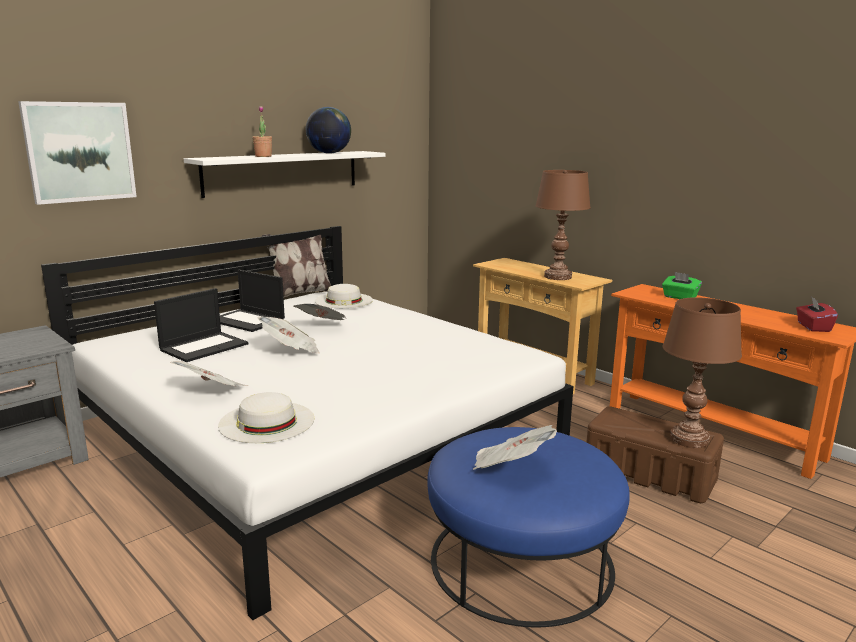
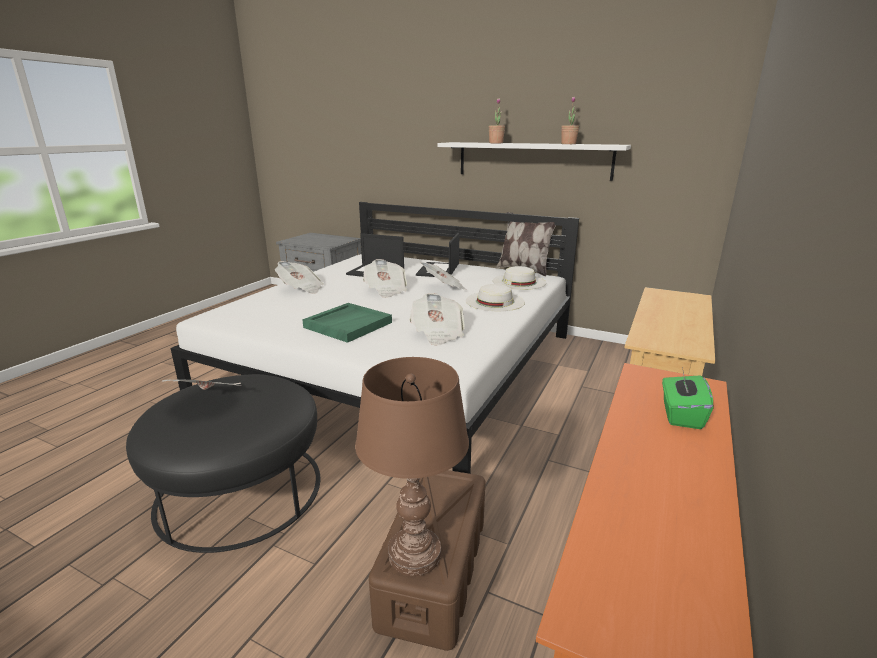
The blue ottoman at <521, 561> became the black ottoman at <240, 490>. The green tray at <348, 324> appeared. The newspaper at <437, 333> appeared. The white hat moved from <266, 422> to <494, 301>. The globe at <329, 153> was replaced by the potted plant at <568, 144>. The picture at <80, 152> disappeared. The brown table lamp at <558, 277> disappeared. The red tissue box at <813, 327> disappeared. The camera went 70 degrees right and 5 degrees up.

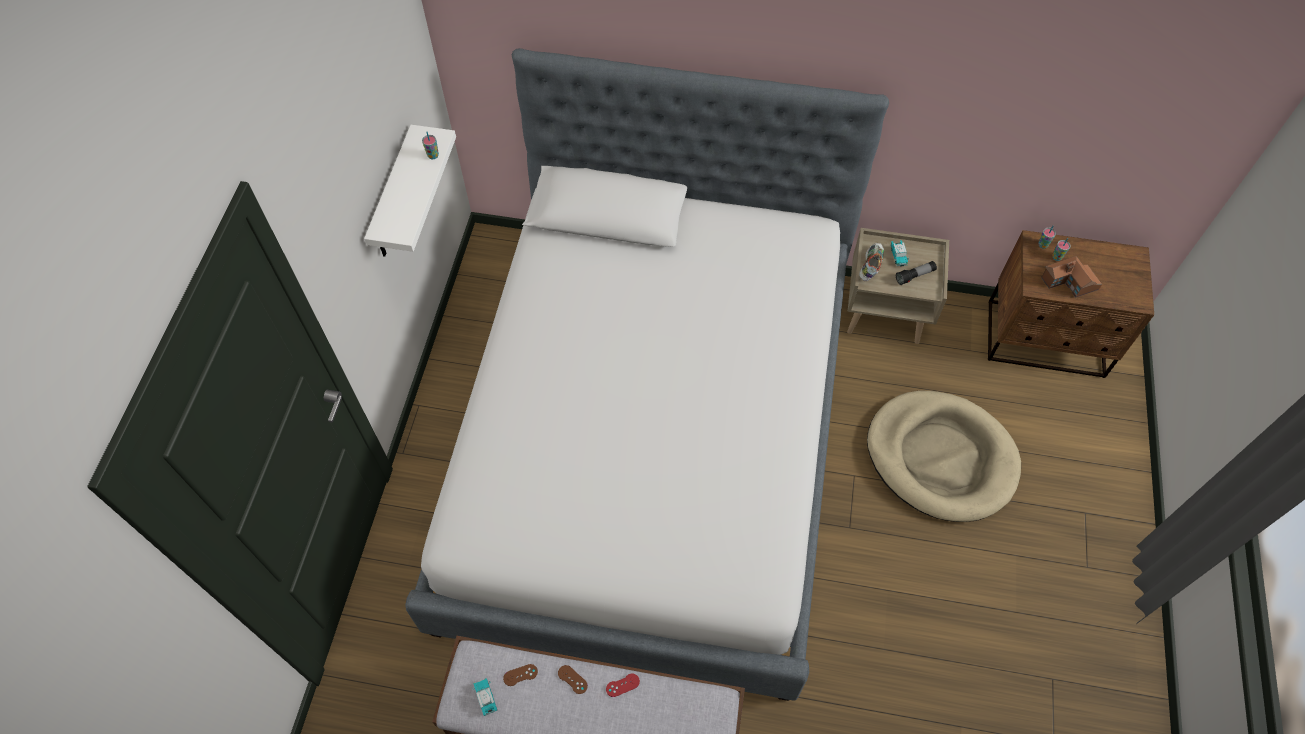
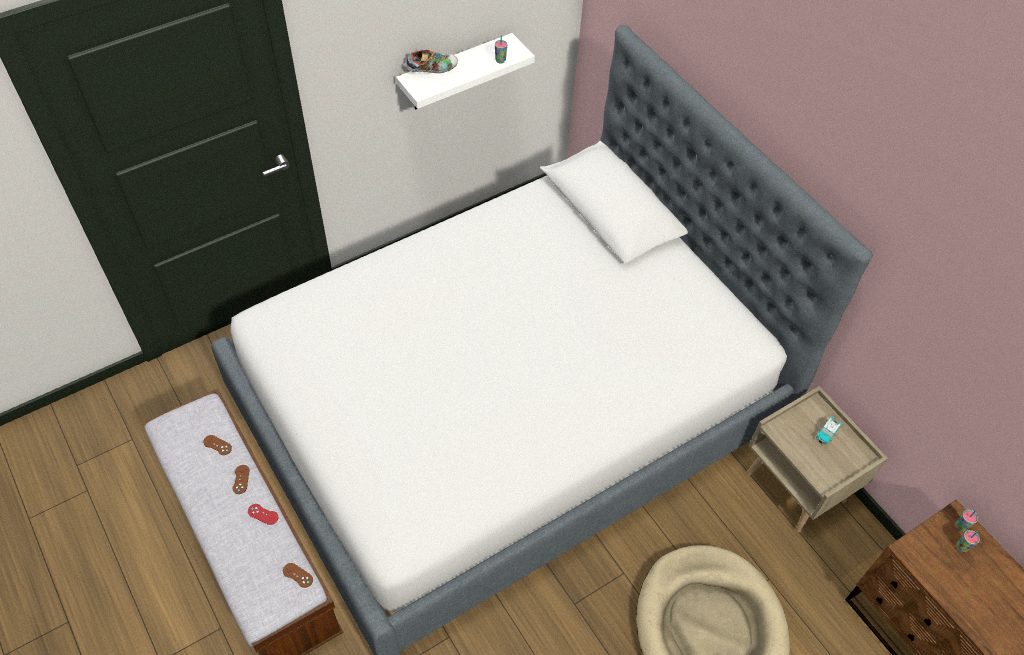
The brown game controller at <298, 575> appeared. The shoe moved from <870, 266> to <432, 70>. The toy car at <486, 698> disappeared. The flashlight at <915, 276> disappeared. The toy house at <1069, 283> disappeared. The camera went 45 degrees right and 5 degrees down.

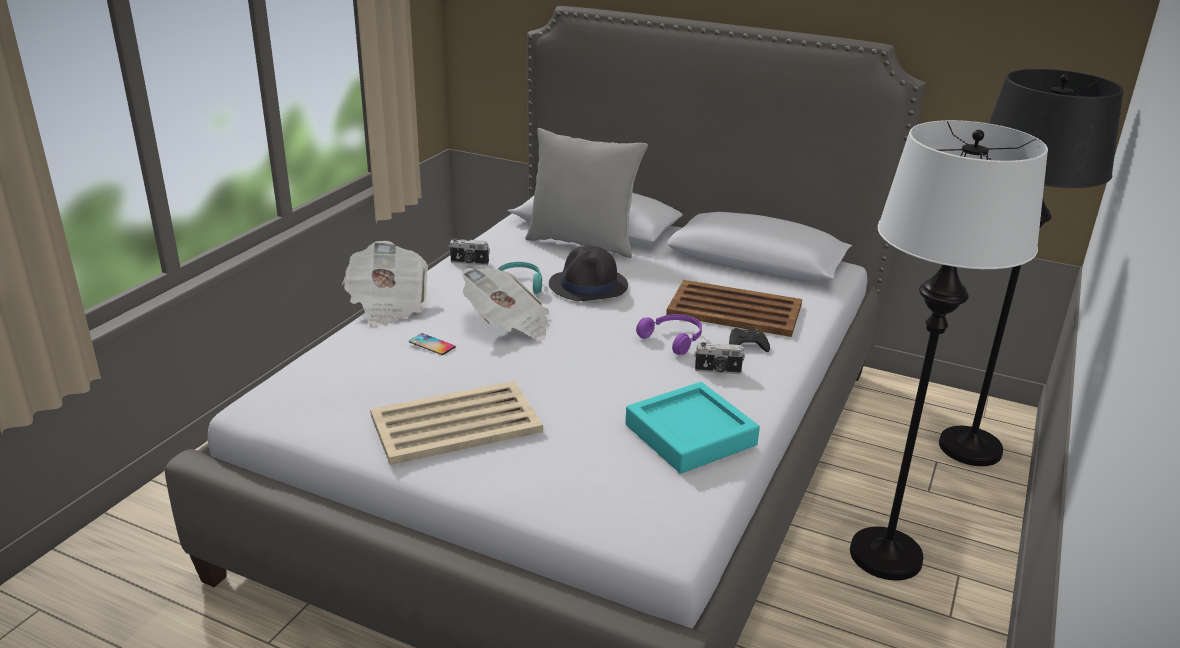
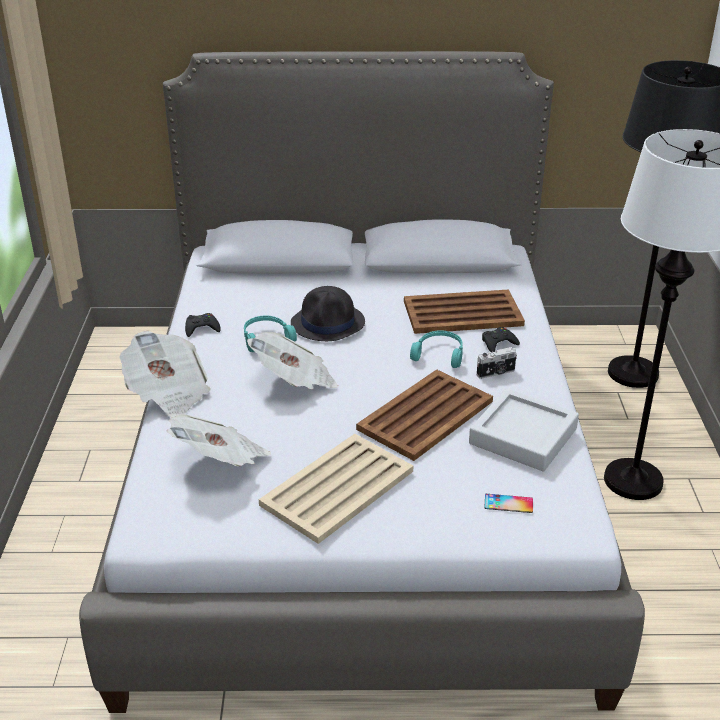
The newspaper at <221, 461> appeared. The photo camera at <469, 263> was replaced by the black game controller at <201, 328>. The brown tray at <427, 415> appeared. The purple headphones at <674, 339> became the turquoise headphones at <439, 354>. The turquoise tray at <690, 435> became the grey tray at <523, 436>. The phone moved from <432, 344> to <508, 503>. The grey pillow at <583, 243> disappeared. The camera went 25 degrees left and 5 degrees up.

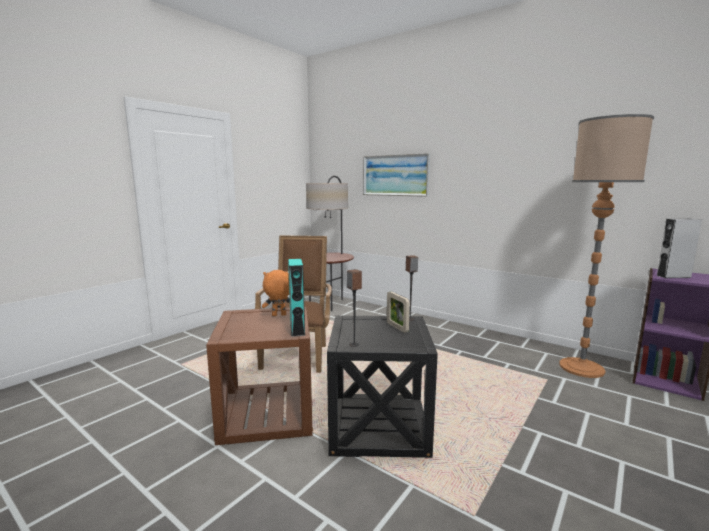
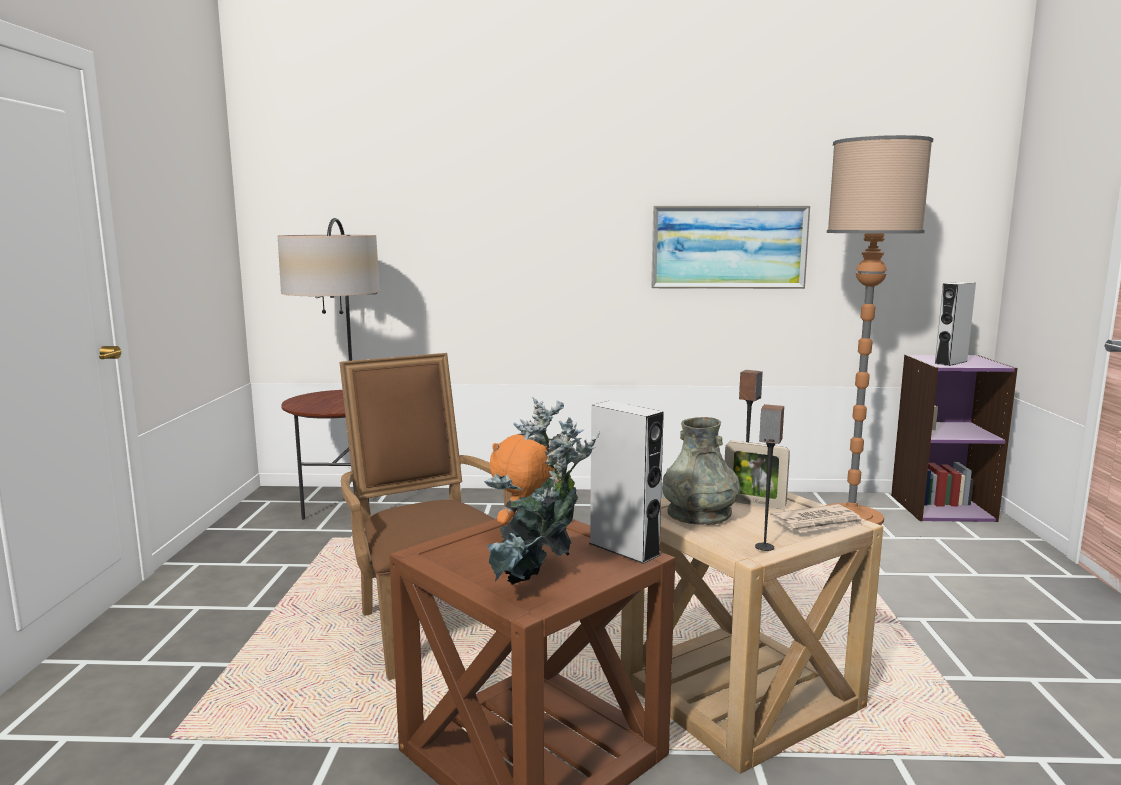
The potted plant at <538, 584> appeared. The turquoise speaker at <297, 329> became the grey speaker at <624, 549>. The black side table at <378, 426> became the beige side table at <740, 694>. The picture moved from <395, 175> to <728, 247>. The grey vase at <699, 513> appeared. The newspaper at <818, 523> appeared. The camera went 35 degrees left and 0 degrees up.

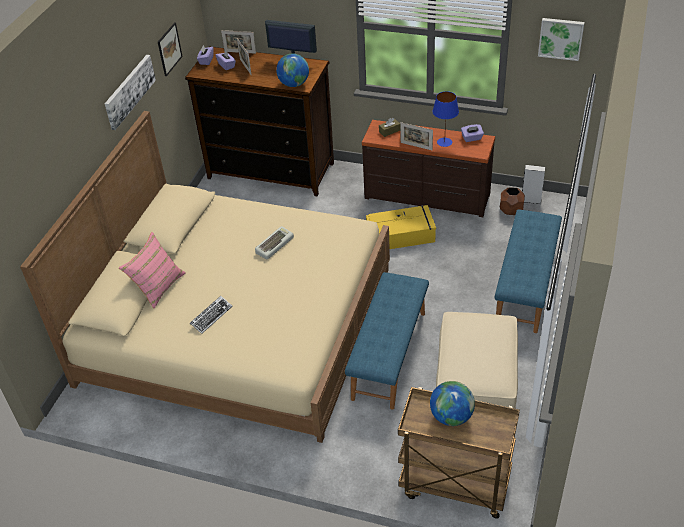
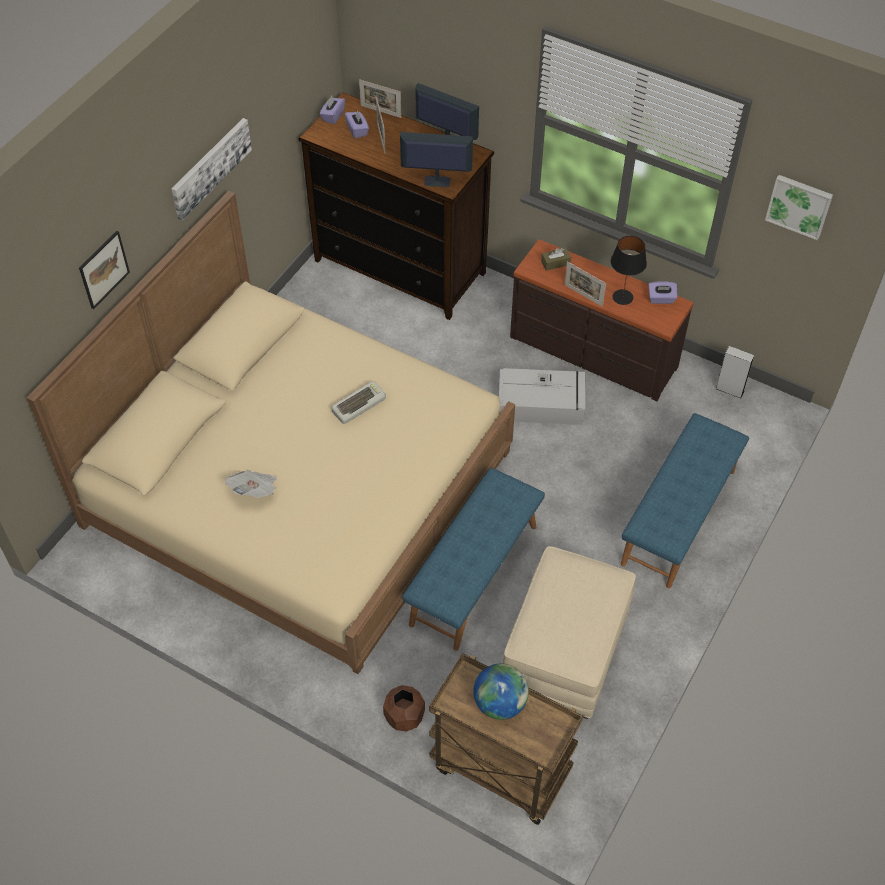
The picture moved from <169, 49> to <103, 269>. The keyboard at <211, 316> was replaced by the newspaper at <254, 491>. The brown planter moved from <510, 211> to <404, 716>. The globe at <294, 84> was replaced by the monitor at <436, 181>. The yellow storage box at <401, 235> became the grey storage box at <541, 404>. The blue table lamp at <444, 142> became the black table lamp at <622, 297>. The pink pillow at <158, 286> disappeared. The camera went 10 degrees right and 10 degrees up.

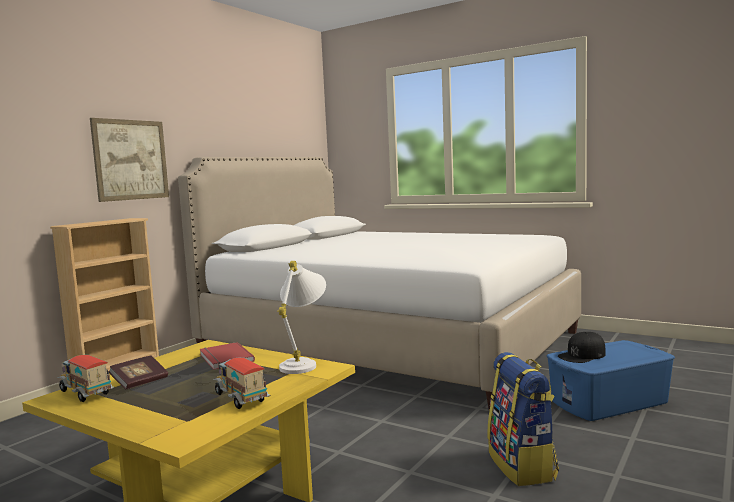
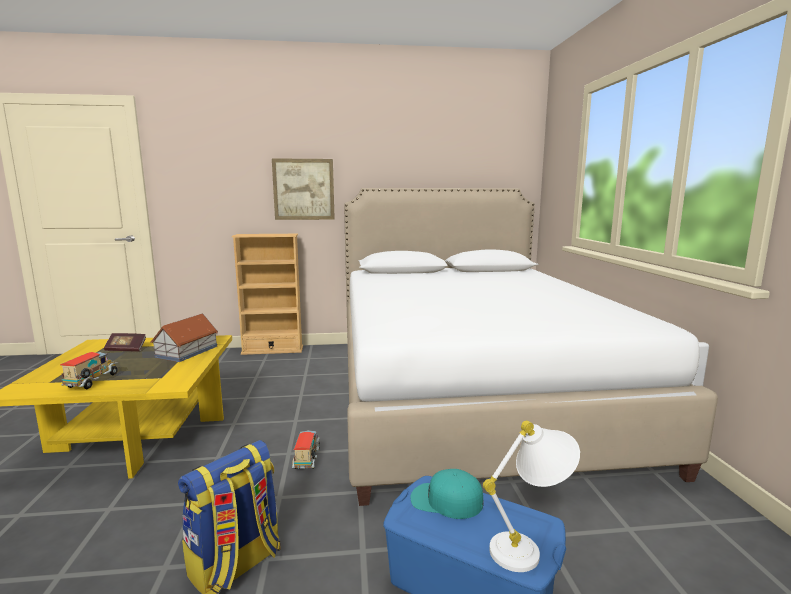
The red book at <224, 358> was replaced by the toy house at <186, 352>. The toy truck moved from <86, 394> to <307, 460>. The black cap at <582, 355> became the turquoise cap at <446, 500>. The white table lamp moved from <304, 363> to <529, 548>. The camera went 50 degrees right and 5 degrees up.

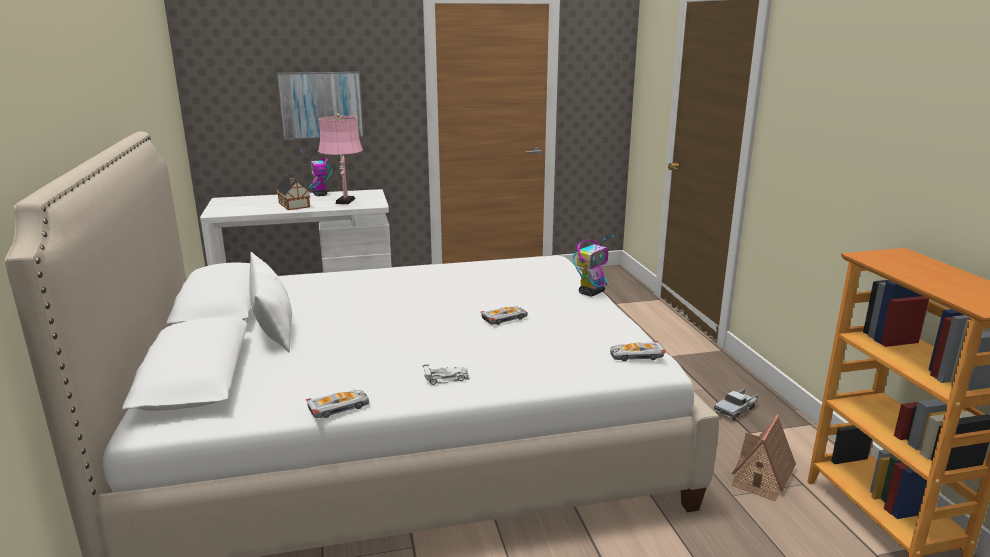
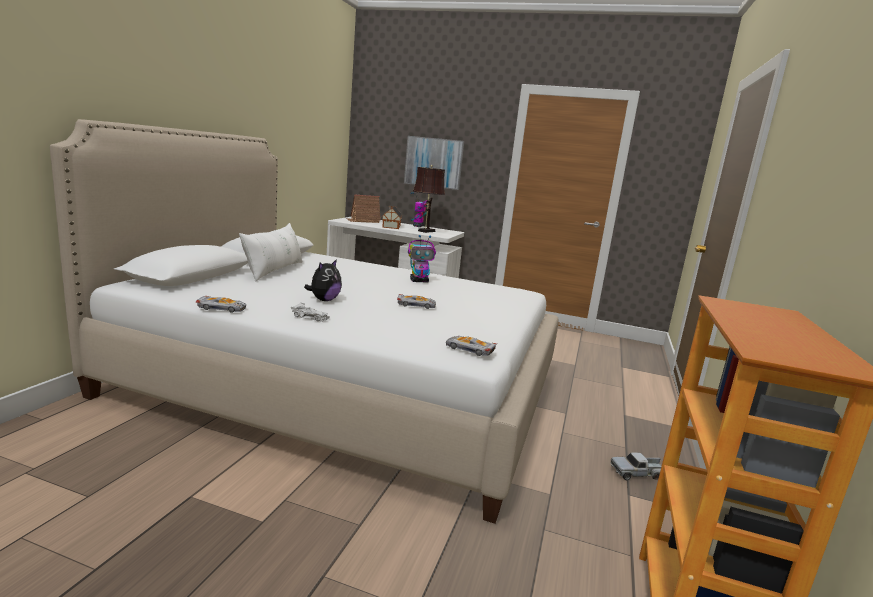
The plush toy at <324, 300> appeared. The toy house moved from <762, 476> to <363, 221>. The toy robot moved from <591, 292> to <419, 281>. The pink table lamp at <344, 202> became the brown table lamp at <425, 231>. The camera went 30 degrees right and 5 degrees down.

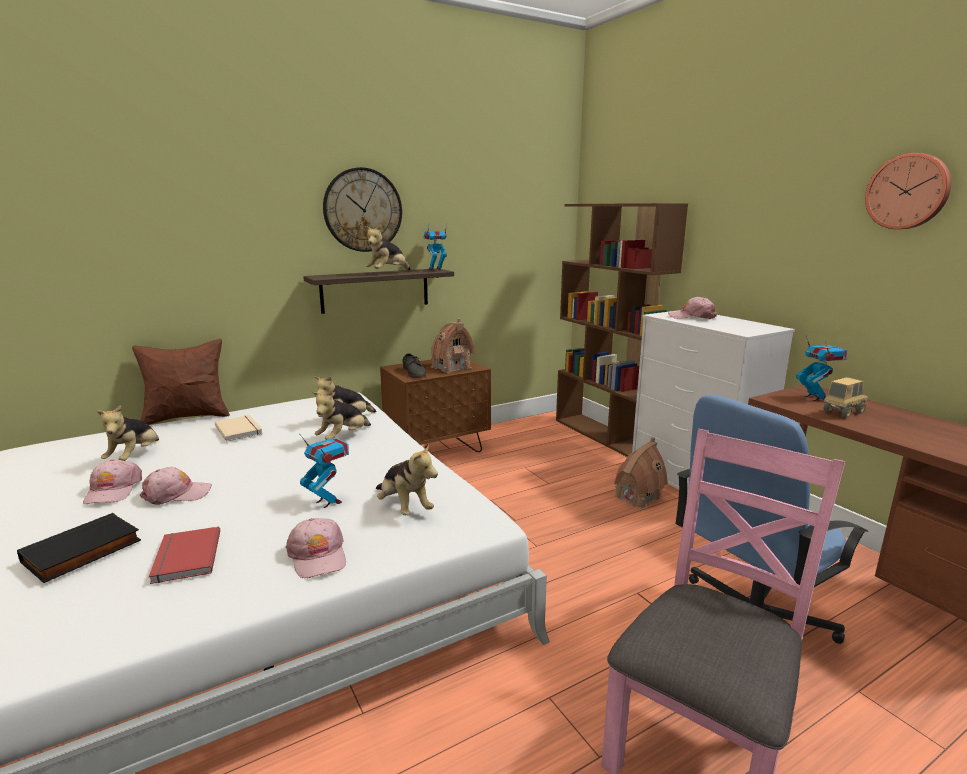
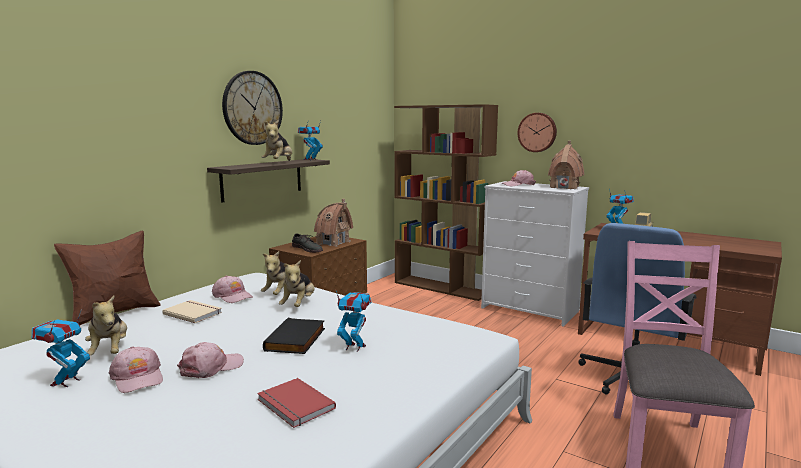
The toy robot at <66, 382> appeared. The pink cap moved from <318, 556> to <232, 296>. The black book moved from <82, 552> to <297, 340>. The wall clock moved from <908, 191> to <537, 132>. The toy house moved from <637, 497> to <564, 187>. The plush toy at <404, 507> disappeared. The camera went 25 degrees left and 5 degrees down.

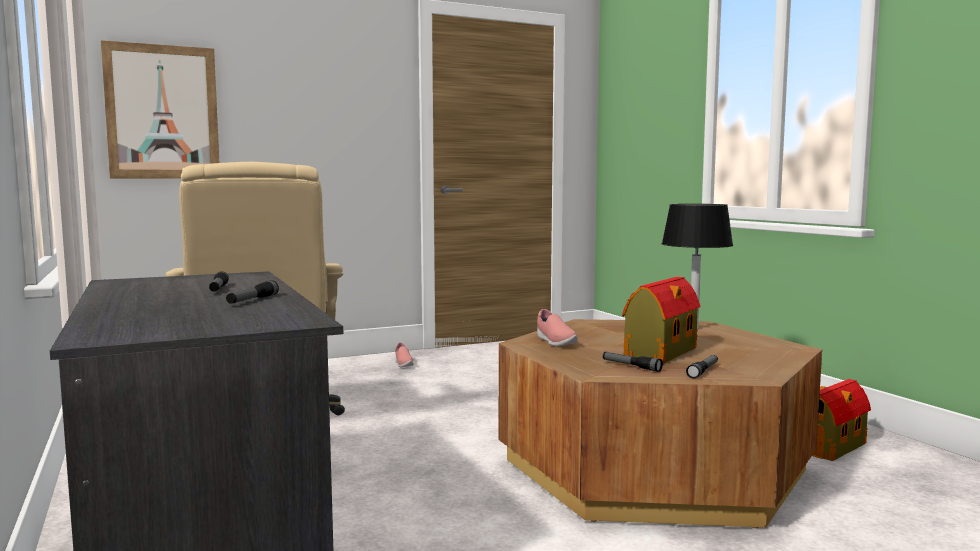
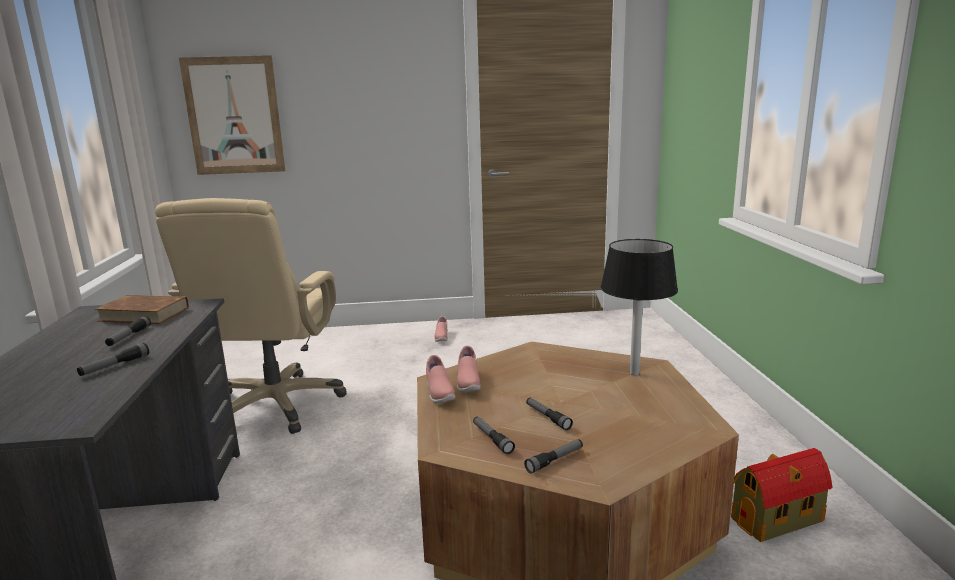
The brown book at <144, 314> appeared. The pink shoe at <439, 393> appeared. The toy house at <659, 353> was replaced by the flashlight at <547, 417>. The camera went 20 degrees right and 10 degrees up.

